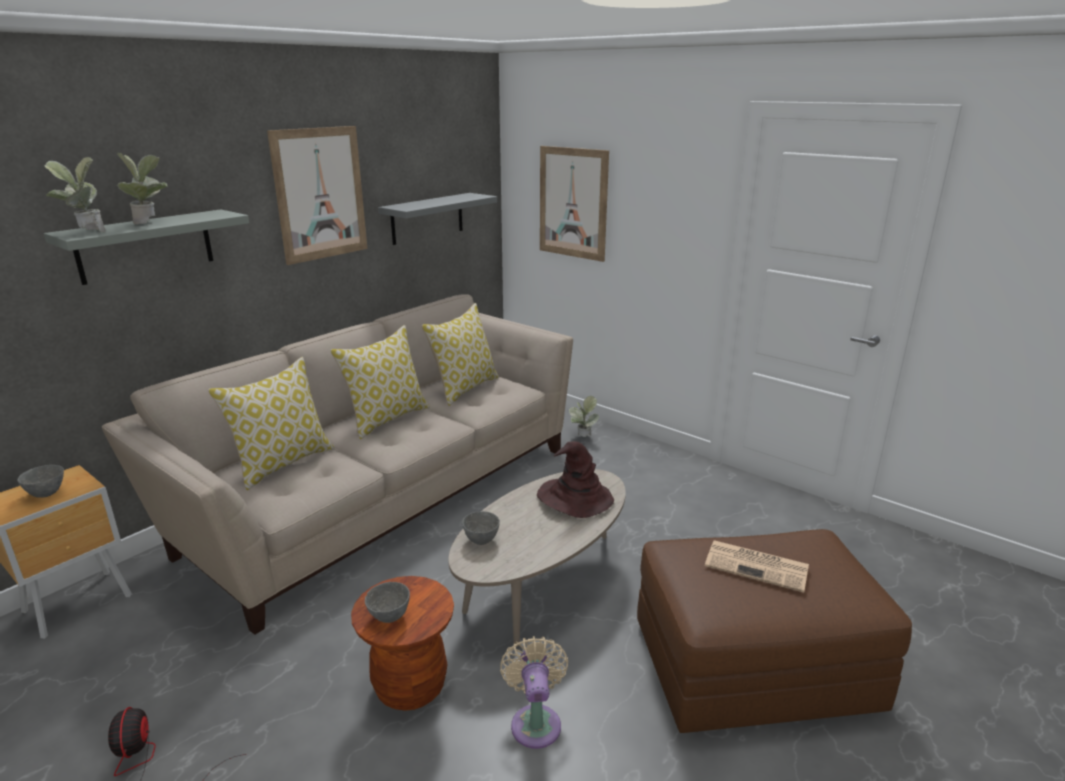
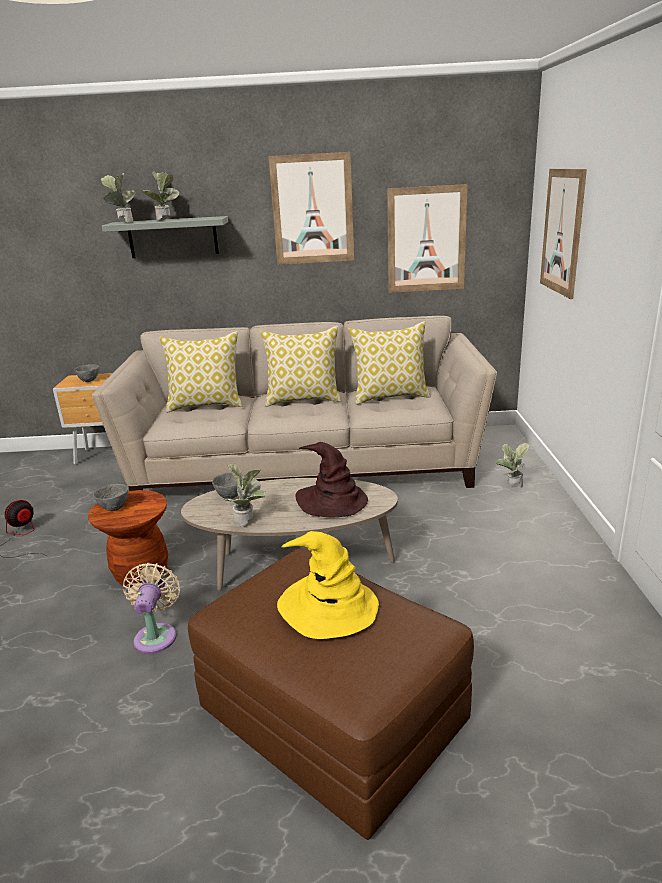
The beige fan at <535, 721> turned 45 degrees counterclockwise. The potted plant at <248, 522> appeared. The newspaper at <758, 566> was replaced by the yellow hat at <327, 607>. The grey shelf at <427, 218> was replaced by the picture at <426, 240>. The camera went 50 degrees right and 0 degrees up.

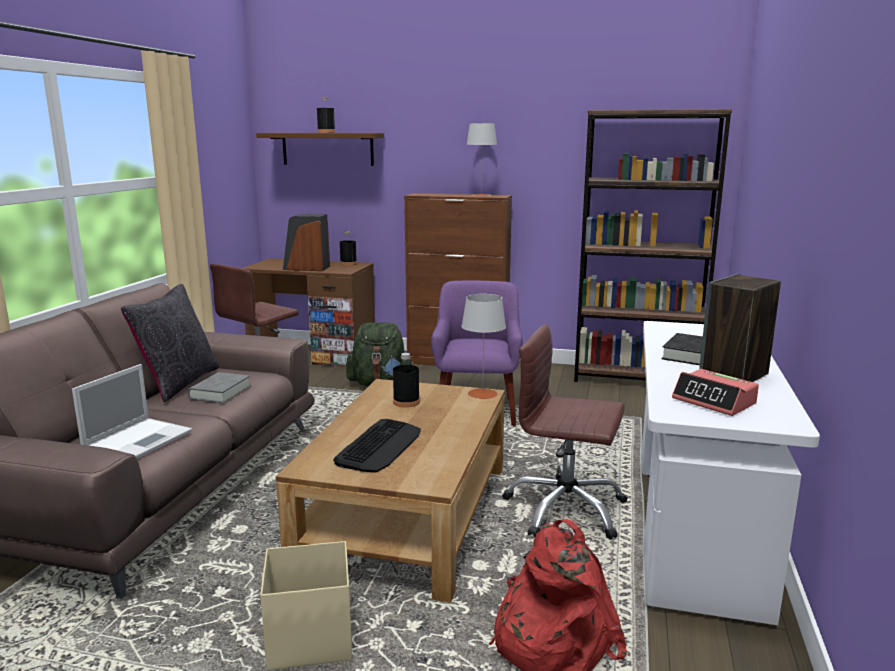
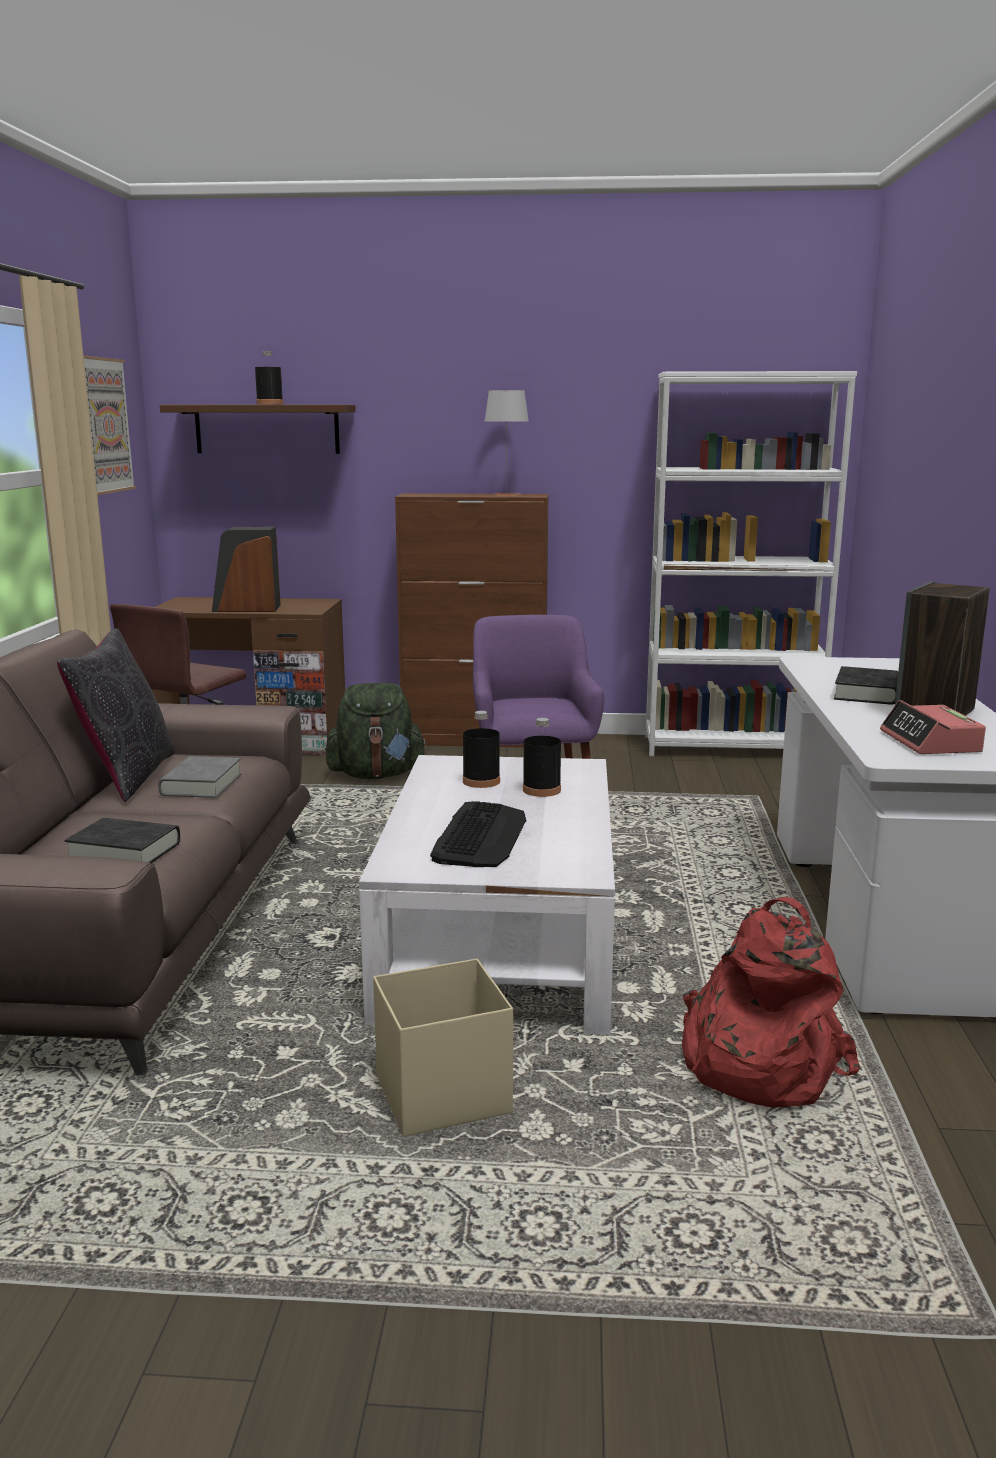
The laptop at <139, 440> was replaced by the black book at <124, 851>. The picture at <106, 425> appeared. The brown coffee table at <408, 515> became the white coffee table at <500, 936>. The black bottle moved from <348, 263> to <541, 790>. The brown bookcase at <636, 378> became the white bookcase at <731, 747>. The alarm clock at <714, 401> turned 45 degrees clockwise. The grey table lamp at <482, 393> disappeared. The brown office chair at <565, 510> disappeared. The camera went 10 degrees left and 0 degrees up.

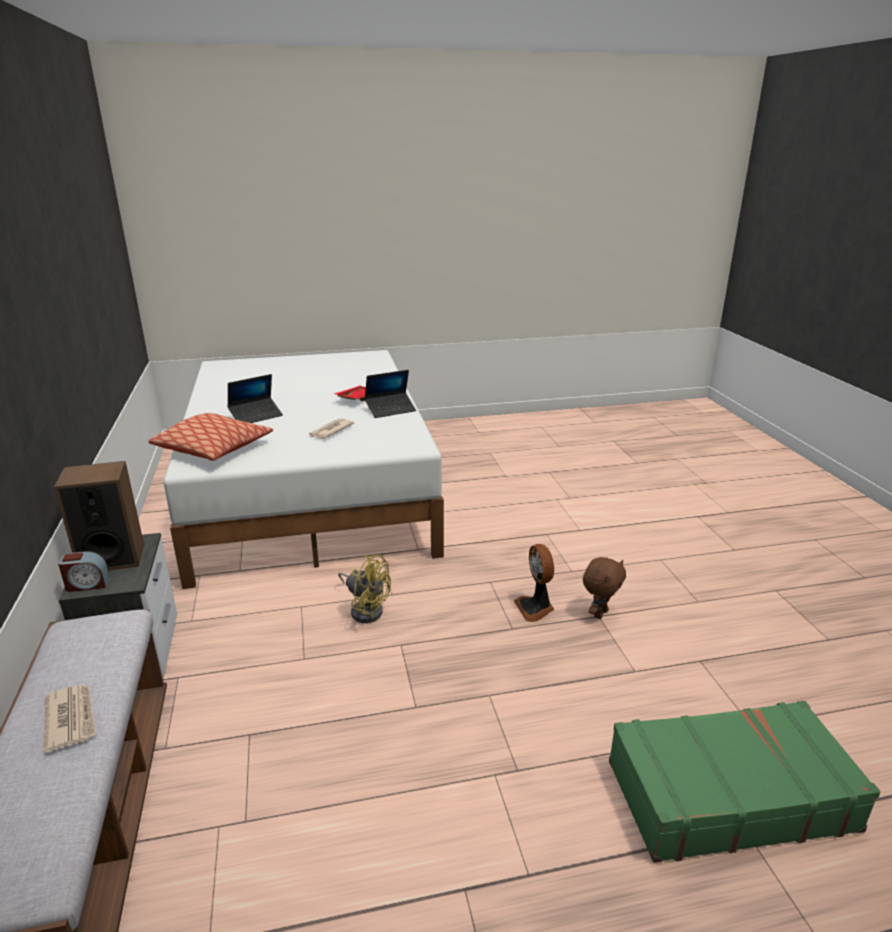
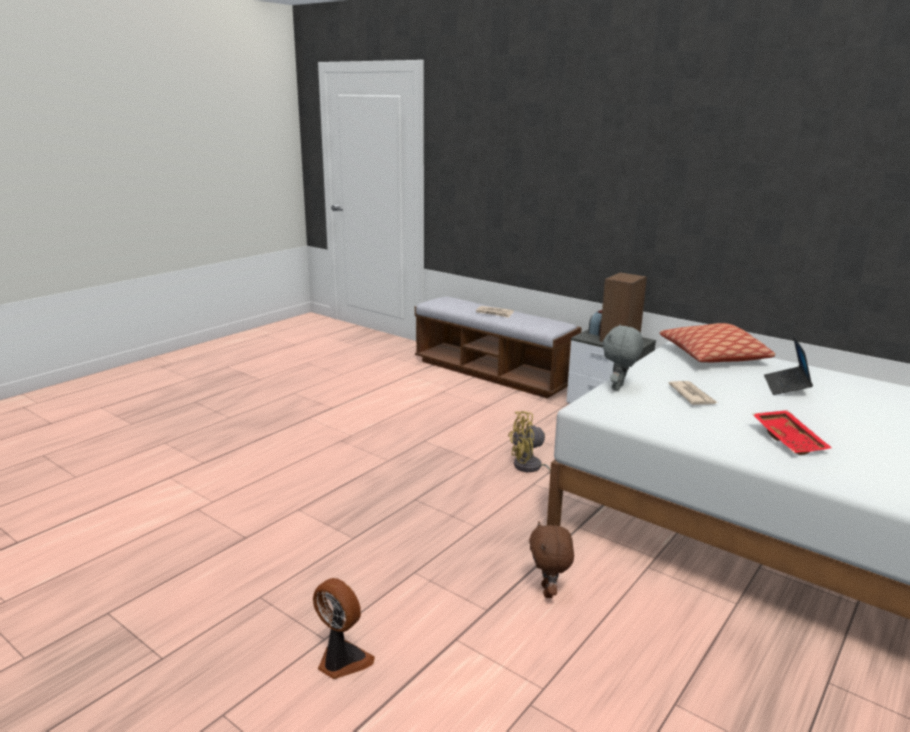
The fan moved from <535, 608> to <341, 661>. The brown plush toy moved from <599, 613> to <549, 591>. The grey plush toy at <619, 388> appeared. The laptop at <390, 410> disappeared. The green suitcase at <728, 794> disappeared. The camera went 140 degrees right and 5 degrees down.

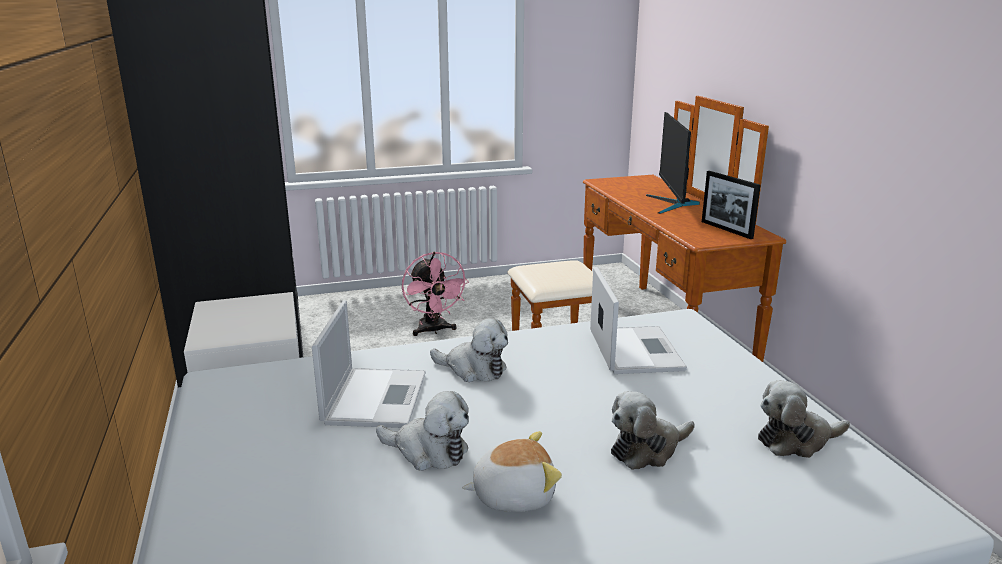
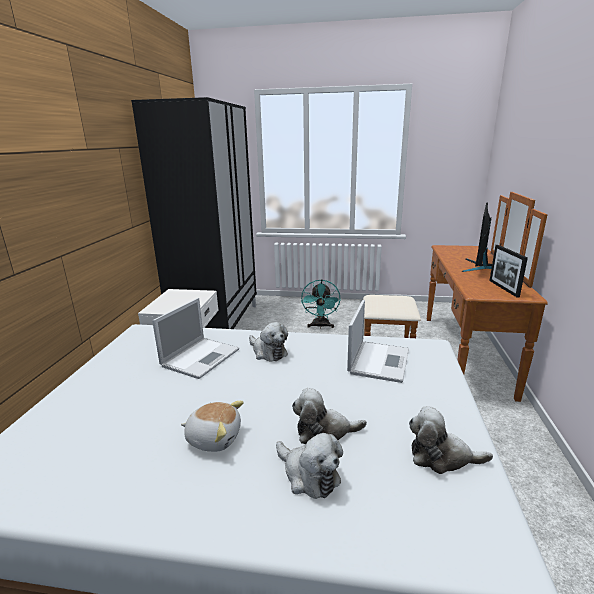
The plush toy moved from <428, 451> to <308, 475>. The pink fan at <434, 330> became the turquoise fan at <320, 326>. The camera went 25 degrees right and 0 degrees up.

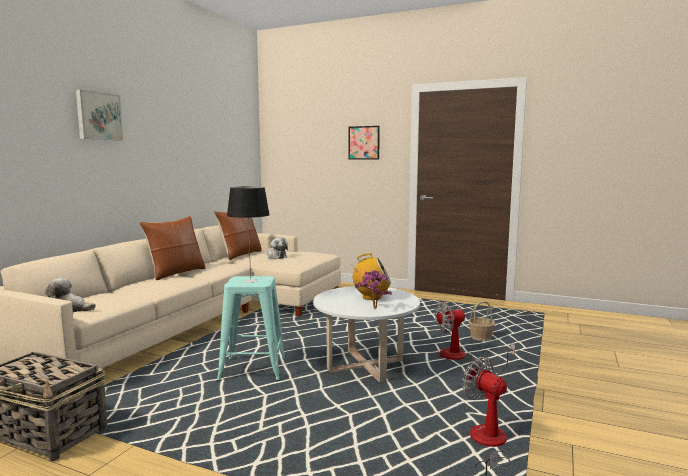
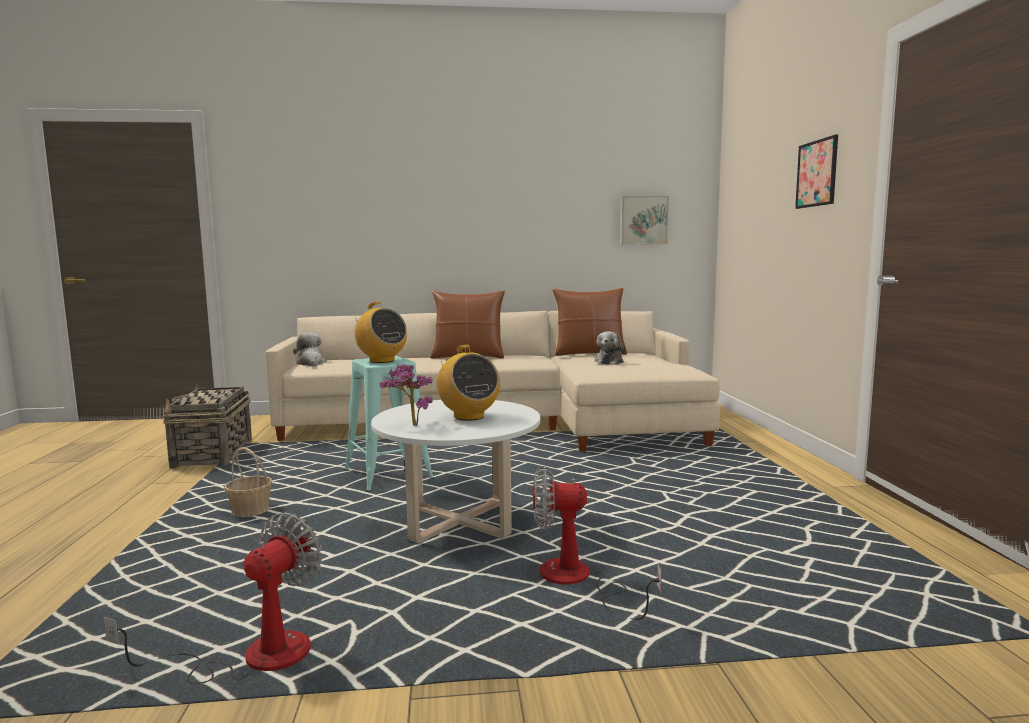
The basket moved from <481, 337> to <250, 511>. The table lamp at <250, 281> was replaced by the radio at <381, 361>. The fan at <461, 358> turned 45 degrees counterclockwise. The picture moved from <98, 116> to <643, 220>. The camera went 60 degrees right and 0 degrees up.

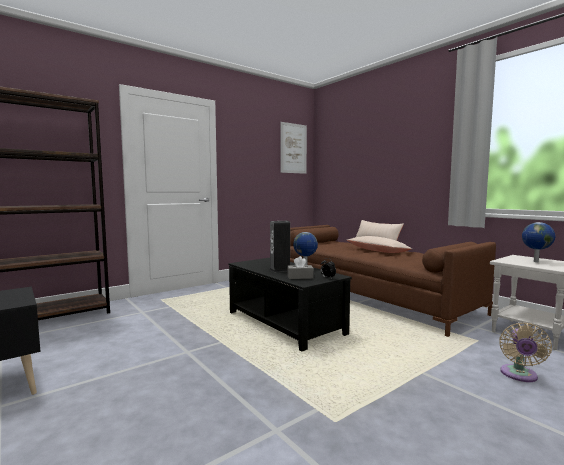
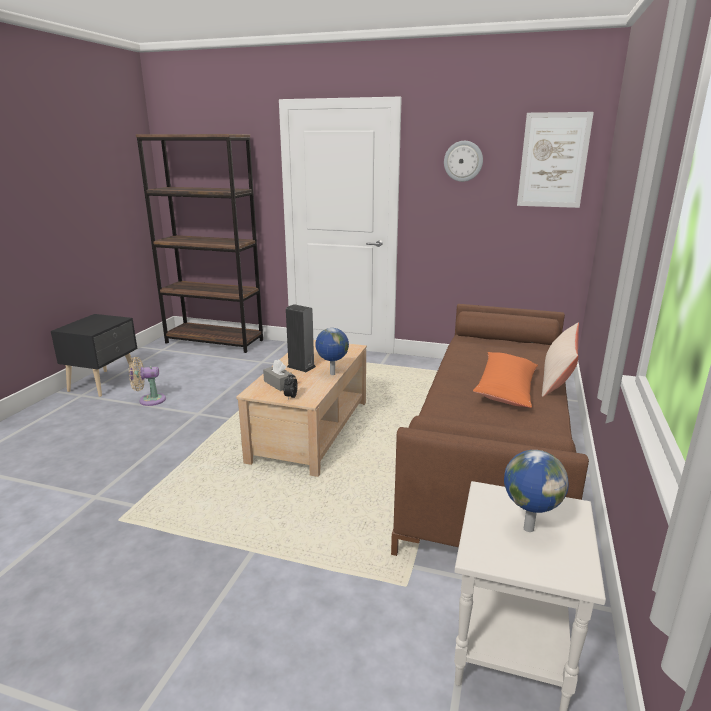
The beige fan moved from <519, 375> to <149, 400>. The black coffee table at <285, 322> became the beige coffee table at <312, 431>. The wall clock at <463, 161> appeared. The beige pillow at <377, 251> became the orange pillow at <506, 389>. The camera went 55 degrees right and 15 degrees up.

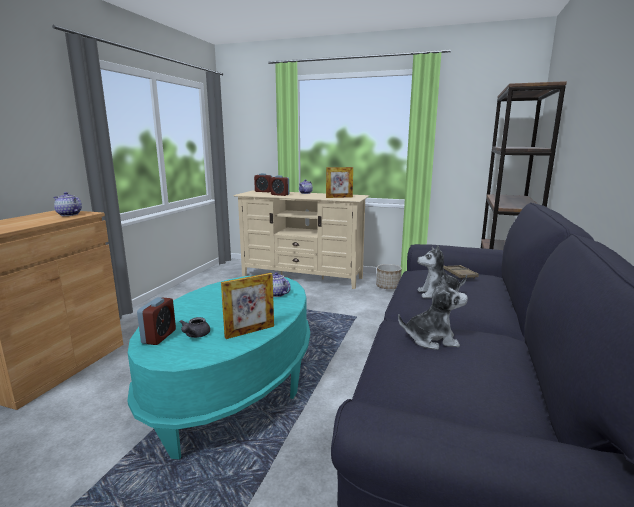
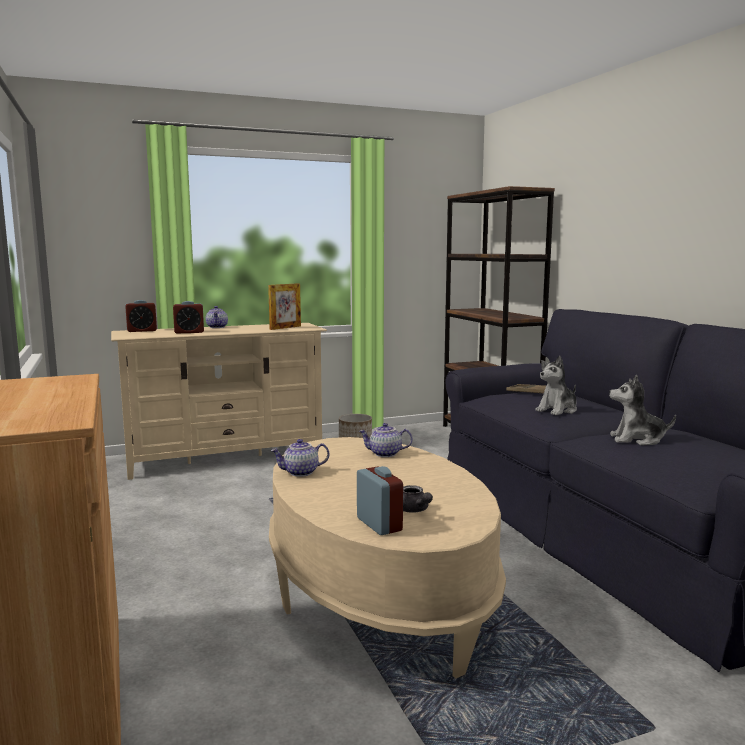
The turquoise coffee table at <234, 384> became the beige coffee table at <377, 591>. The teapot moved from <68, 215> to <300, 473>. The plush toy at <431, 339> turned 135 degrees counterclockwise. The picture frame at <250, 331> disappeared. The camera went 40 degrees left and 5 degrees down.

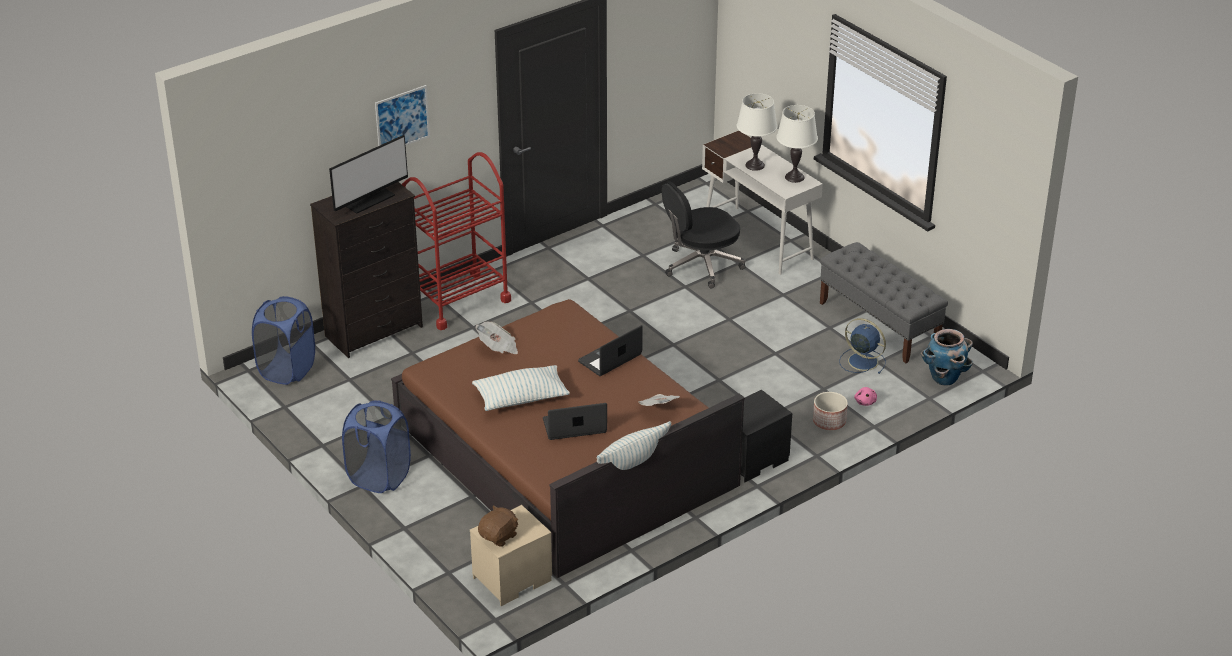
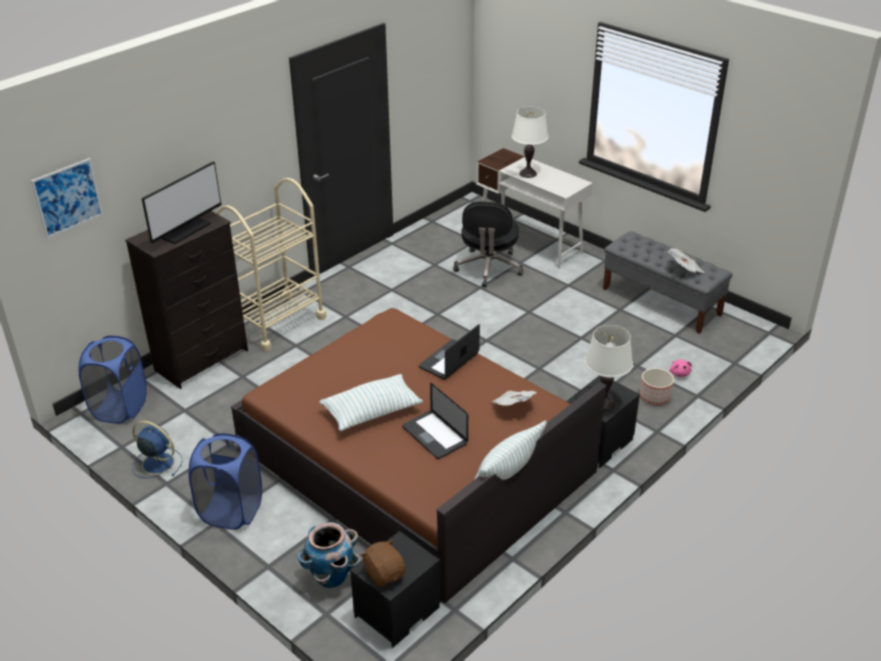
The picture moved from <402, 119> to <67, 198>. The blue fan moved from <861, 361> to <157, 463>. The red cart at <458, 300> became the beige cart at <277, 322>. The planter moved from <944, 378> to <331, 577>. The beige nightstand at <512, 580> became the black nightstand at <397, 613>. The brown plush toy at <499, 536> turned 60 degrees counterclockwise. The laptop at <574, 426> turned 105 degrees counterclockwise. The black office chair at <701, 266> turned 45 degrees counterclockwise. The white table lamp moved from <794, 177> to <604, 403>. The newspaper moved from <498, 348> to <685, 270>. The camera went 10 degrees left and 0 degrees up.

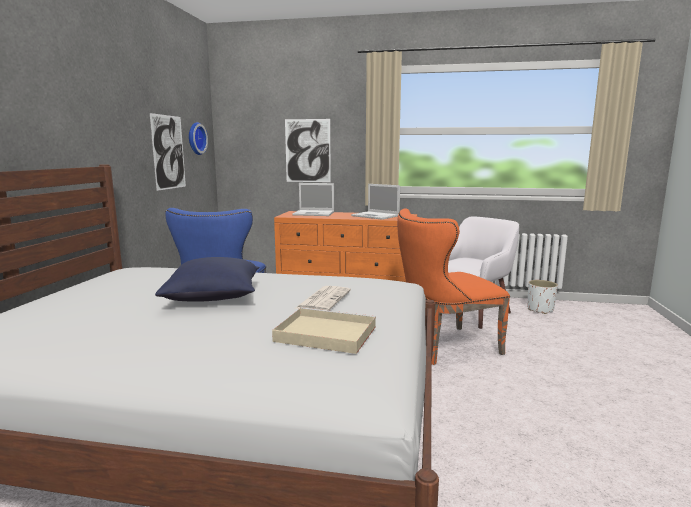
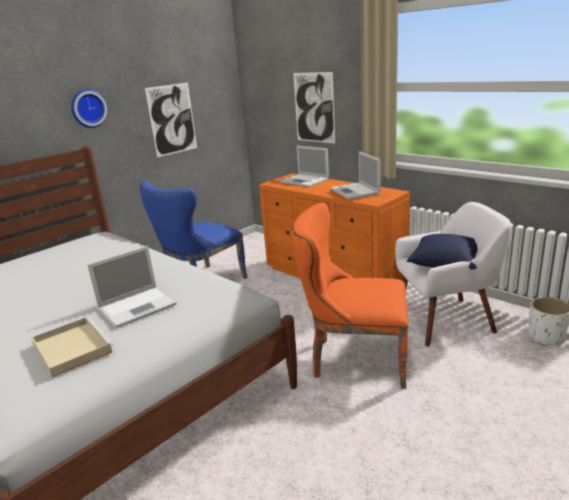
The wall clock moved from <195, 138> to <88, 108>. The newspaper at <323, 299> was replaced by the laptop at <138, 306>. The blue pillow moved from <214, 298> to <445, 264>. The camera went 35 degrees right and 10 degrees up.

